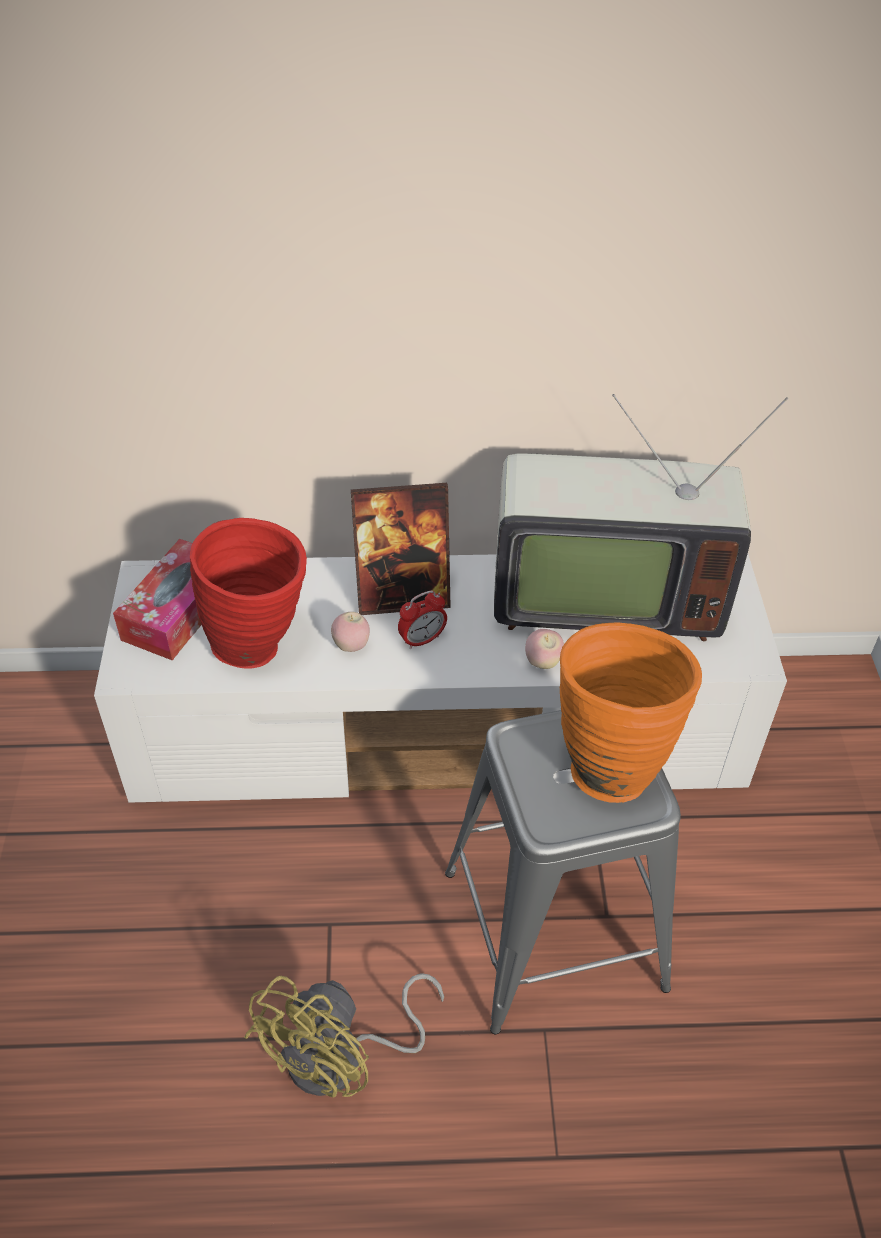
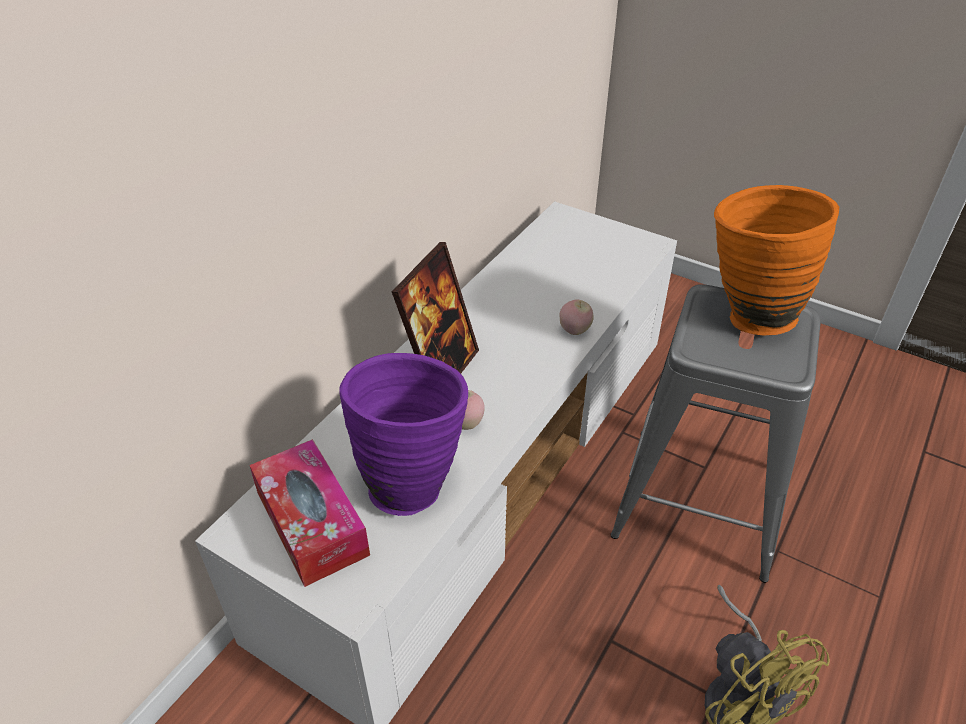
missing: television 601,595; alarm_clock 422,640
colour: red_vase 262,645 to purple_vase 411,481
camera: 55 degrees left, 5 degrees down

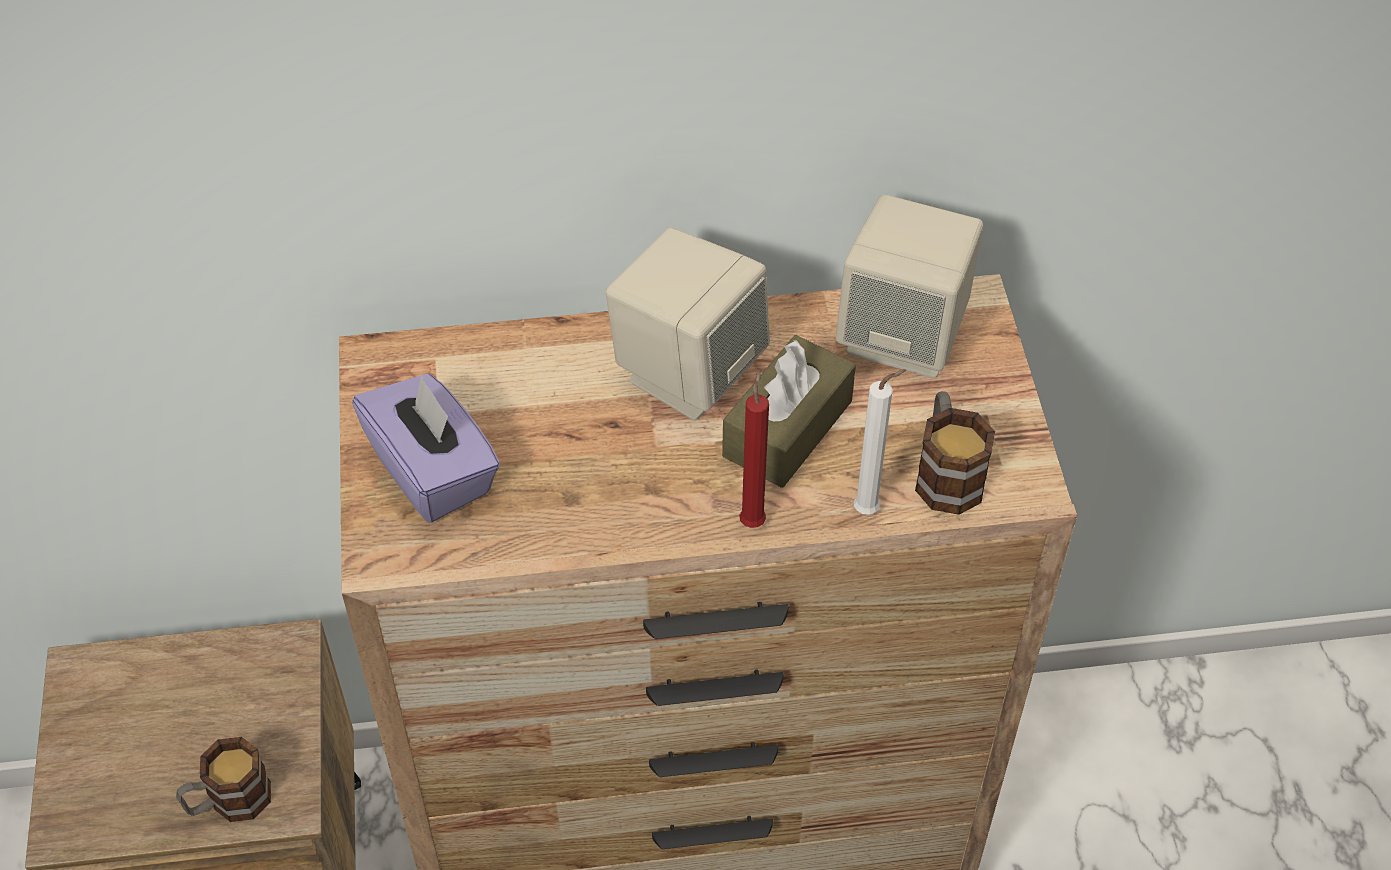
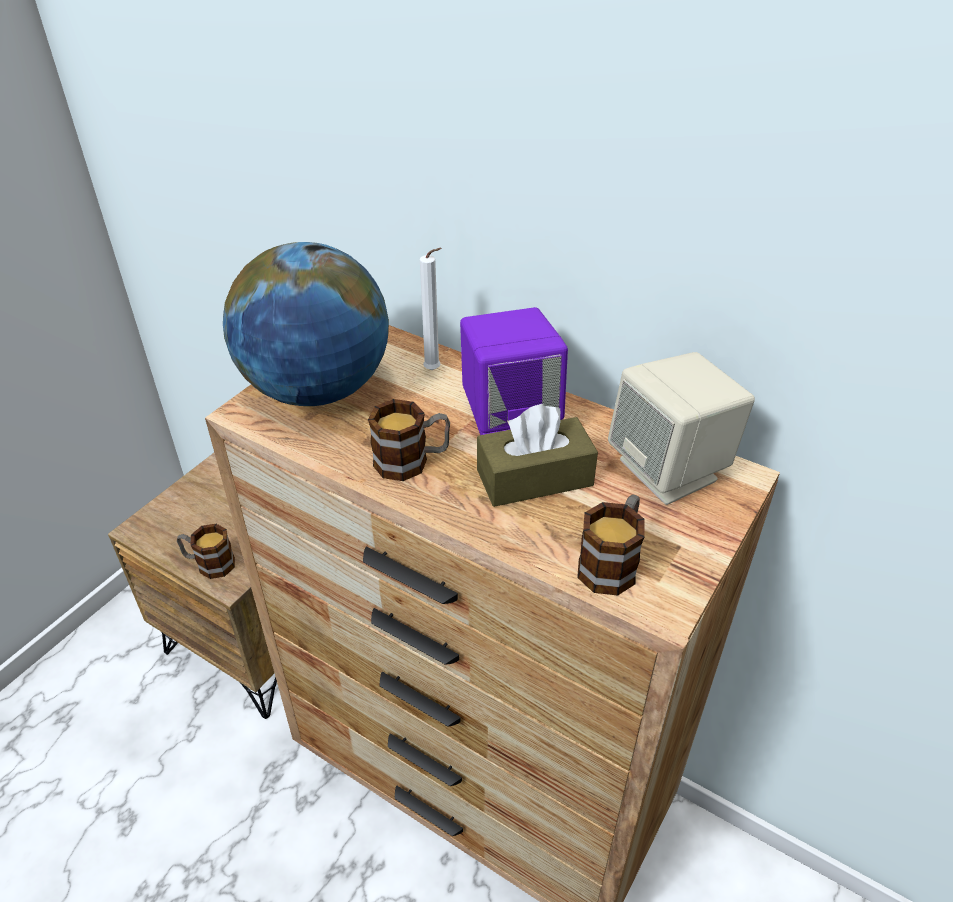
missing: red_candle 753,520
appeared: mug 412,461
relocated: white_candle 870,510 to 434,371
exchanged: purple_tissue_box 433,471 to globe 317,389
colour: beige_speaker 688,371 to purple_speaker 510,417
camera: 40 degrees right, 10 degrees down

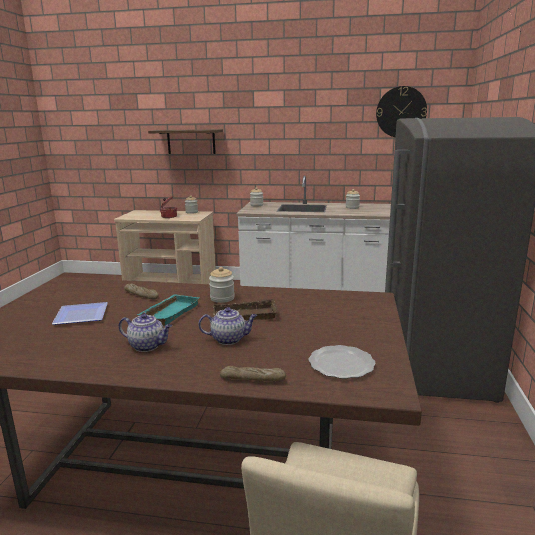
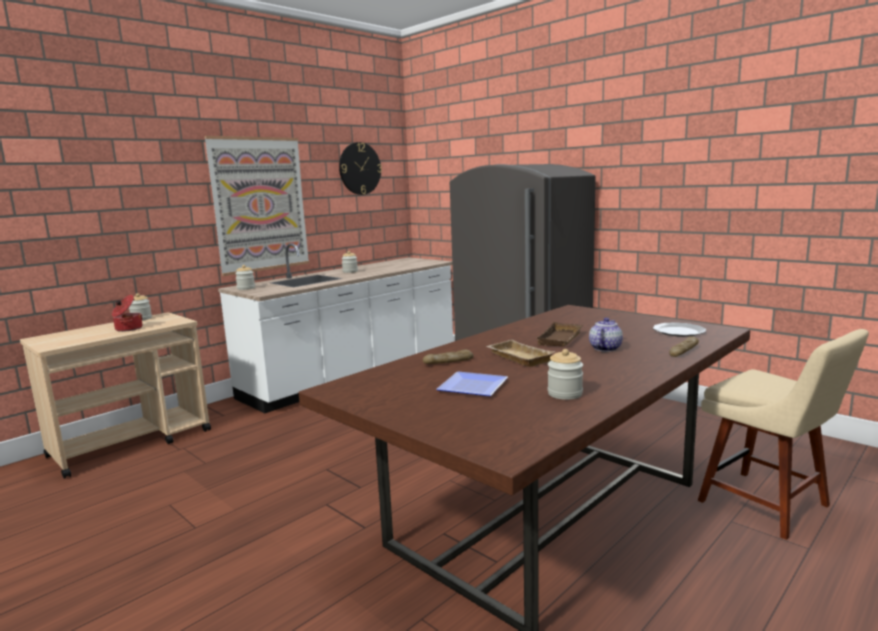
missing: shelf 191,141; teapot 148,346
appeared: picture 260,204
relocated: jar 222,298 to 565,394
colour: turquoise_tray 169,313 to beige_tray 517,358
camera: 55 degrees left, 5 degrees down

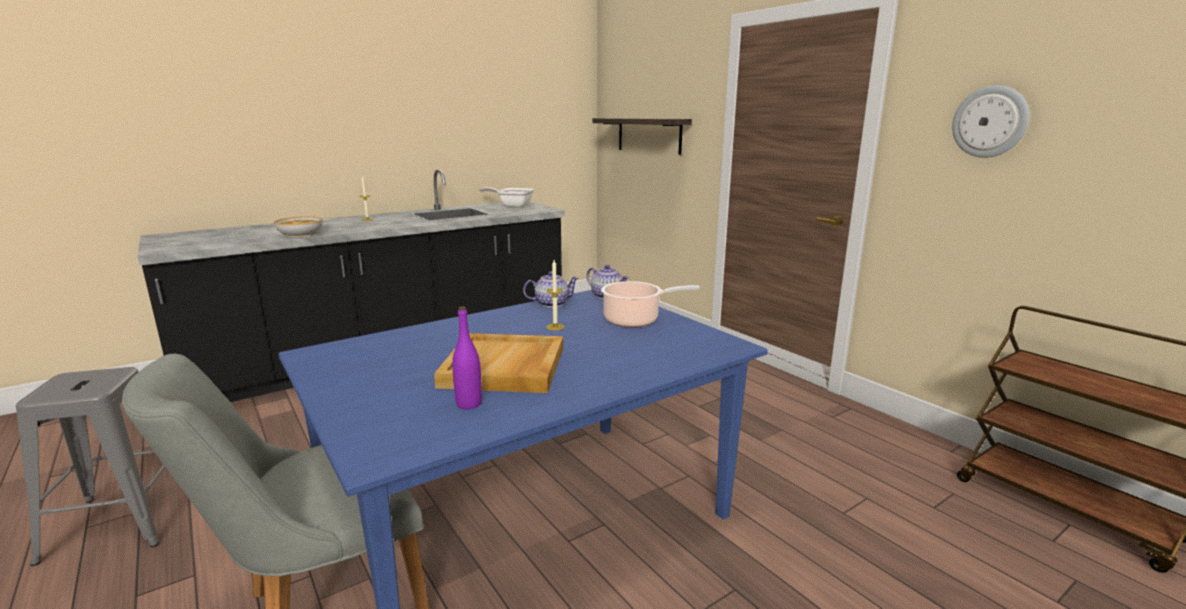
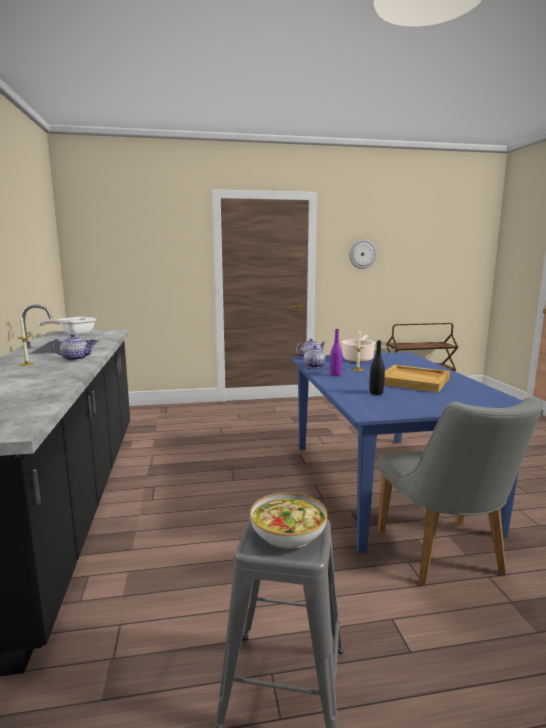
missing: shelf 649,135
appeared: teapot 75,358; black_bottle 376,393
relocated: bowl 300,234 to 287,533; purple_bottle 469,404 to 335,375
camera: 65 degrees left, 5 degrees down

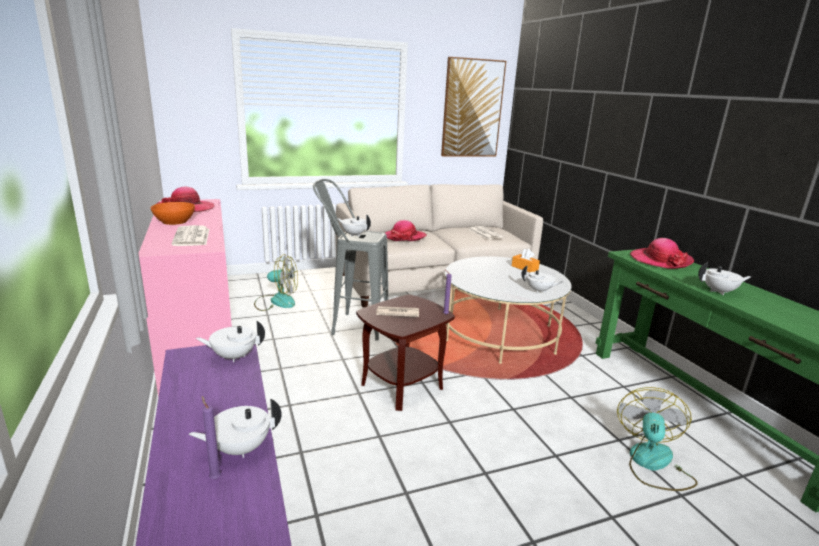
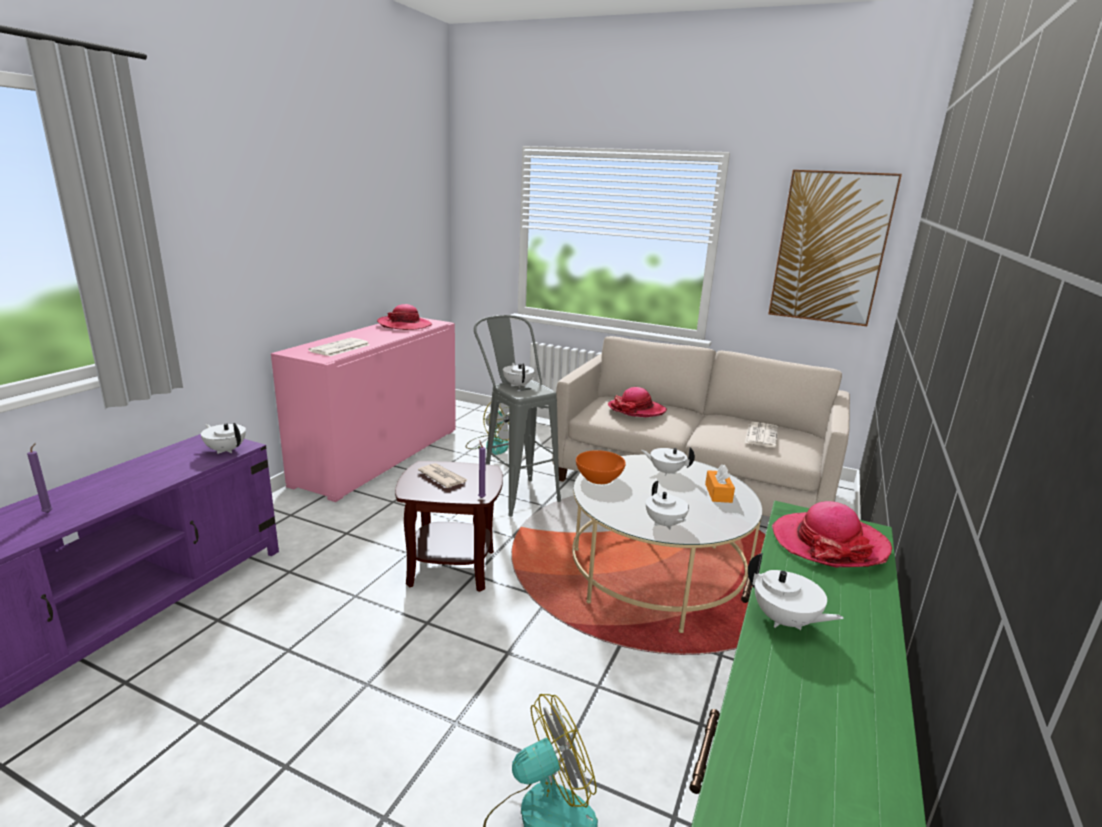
relocated: orange_bowl 174,221 to 599,478; white_teapot 240,448 to 666,472
camera: 45 degrees right, 0 degrees up

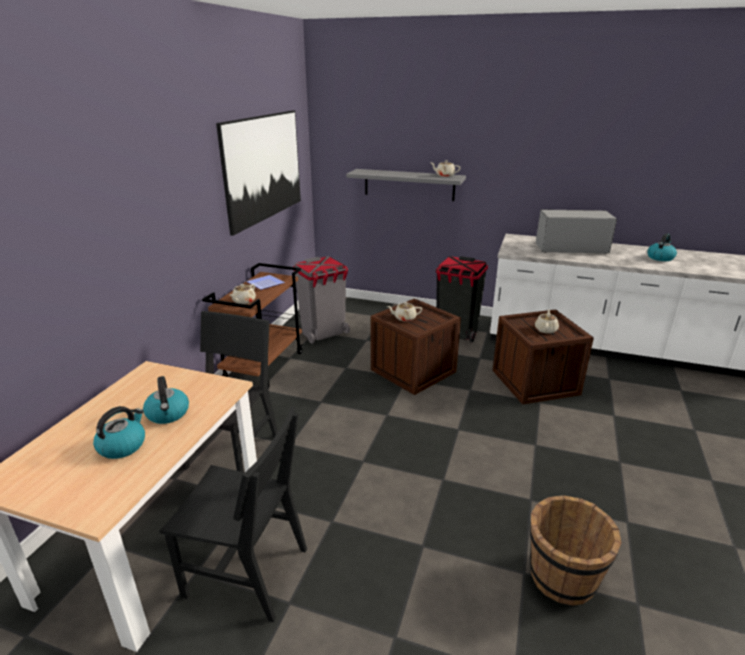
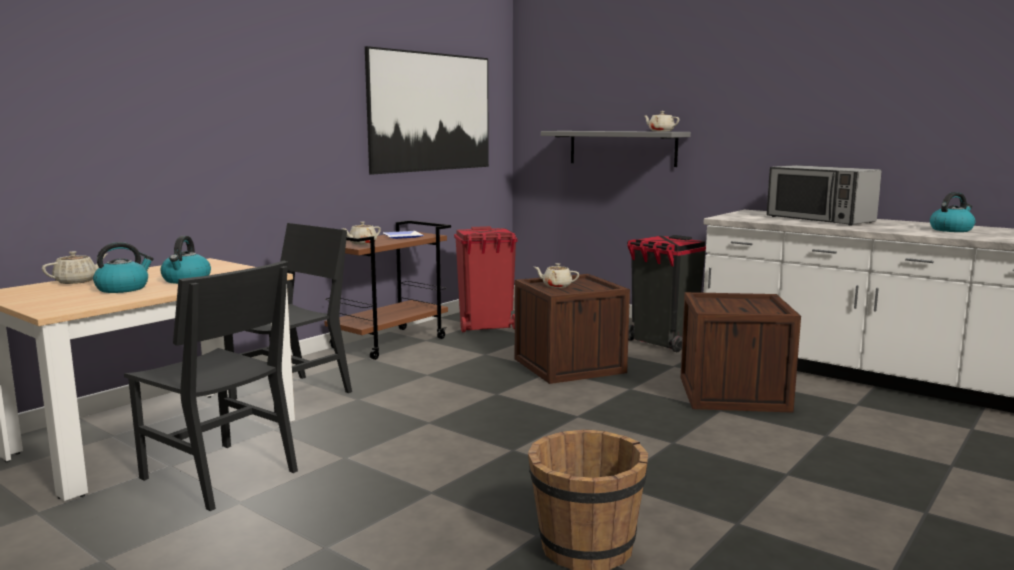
relocated: beige_teapot 546,329 to 77,281
colour: grey_trash_can 324,333 to red_trash_can 486,327
spun: microwave 570,248 = 819,219 150 degrees counterclockwise
camera: 20 degrees right, 15 degrees down

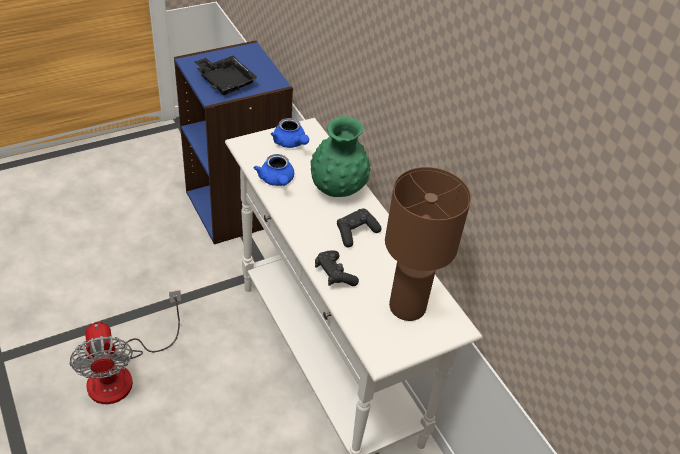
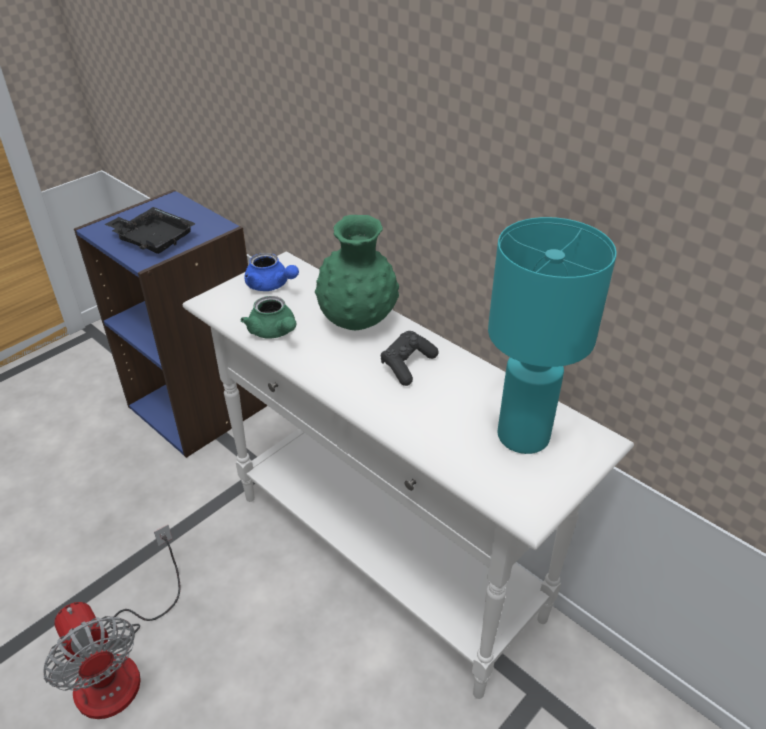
missing: black_game_controller 334,275
colour: blue_teapot 277,181 to green_teapot 274,332; brown_table_lamp 406,307 to turquoise_table_lamp 521,436
camera: 15 degrees left, 5 degrees down

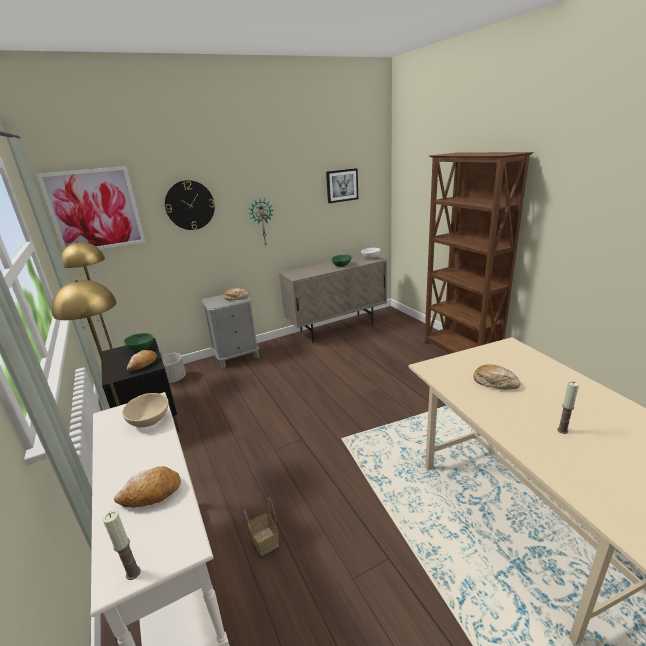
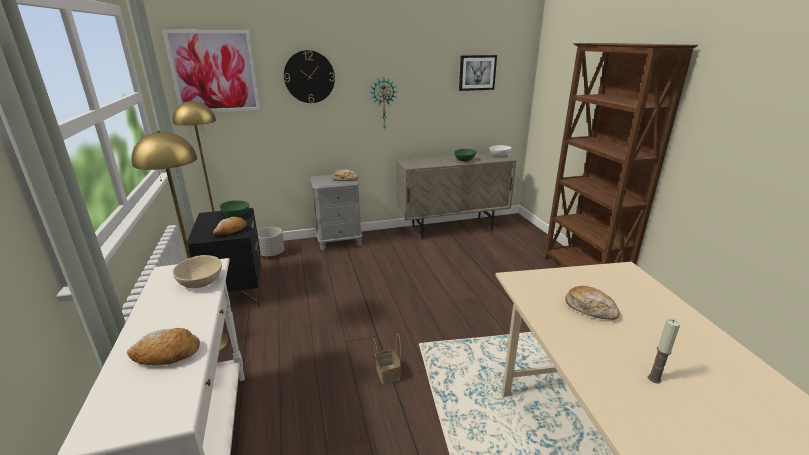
missing: candle 133,573
relocated: basket 264,540 to 387,373
camera: 10 degrees right, 0 degrees up

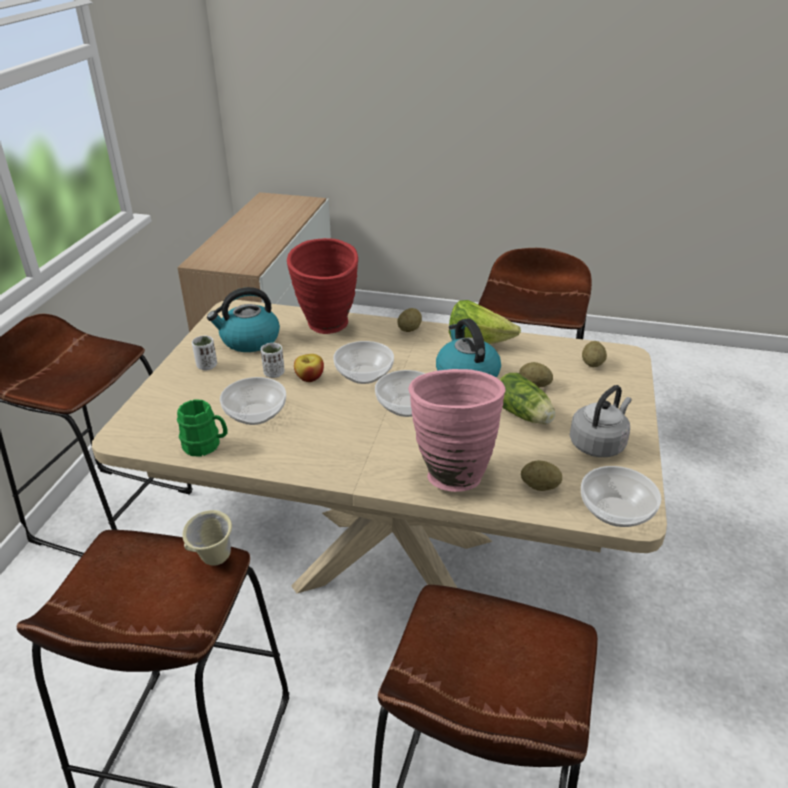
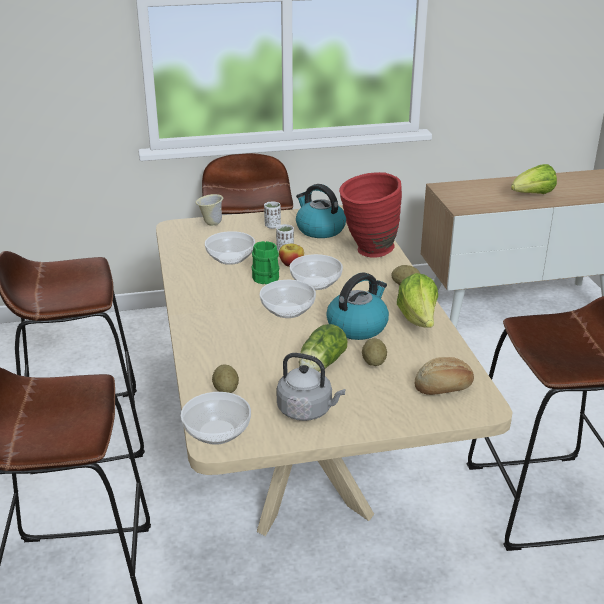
missing: pink_vase 450,471
appeared: lettuce 532,195
relocated: green_mug 206,446 to 266,280; beige_mug 213,561 to 210,224
exchanged: potato 592,364 to bread 444,388
camera: 65 degrees right, 5 degrees down

